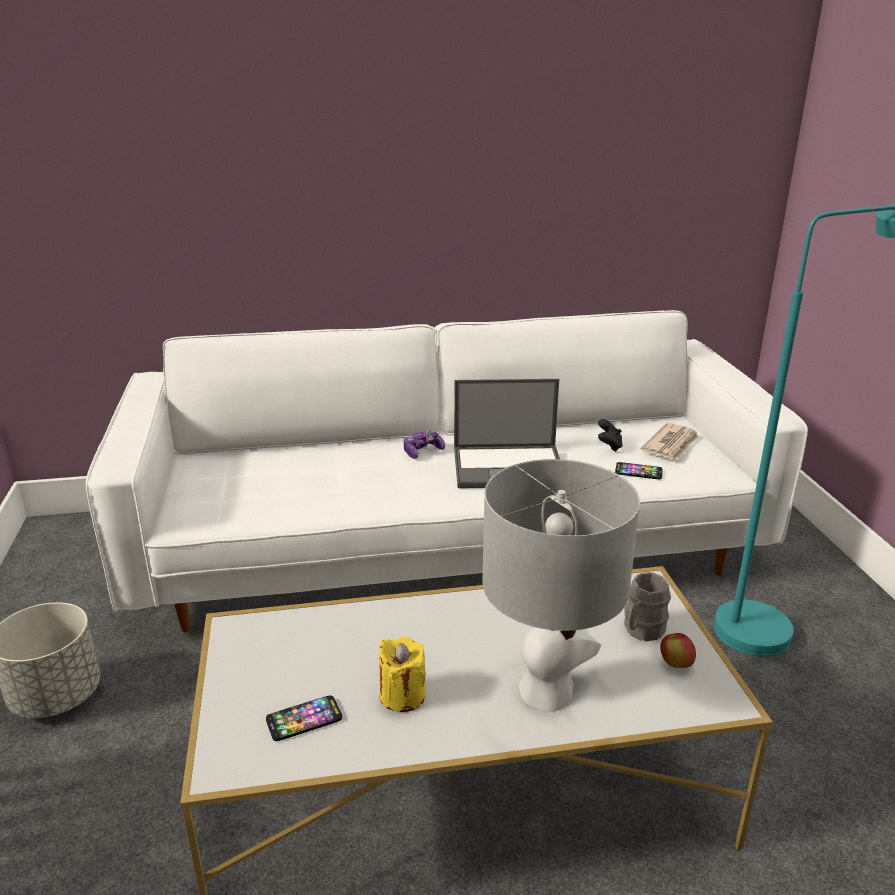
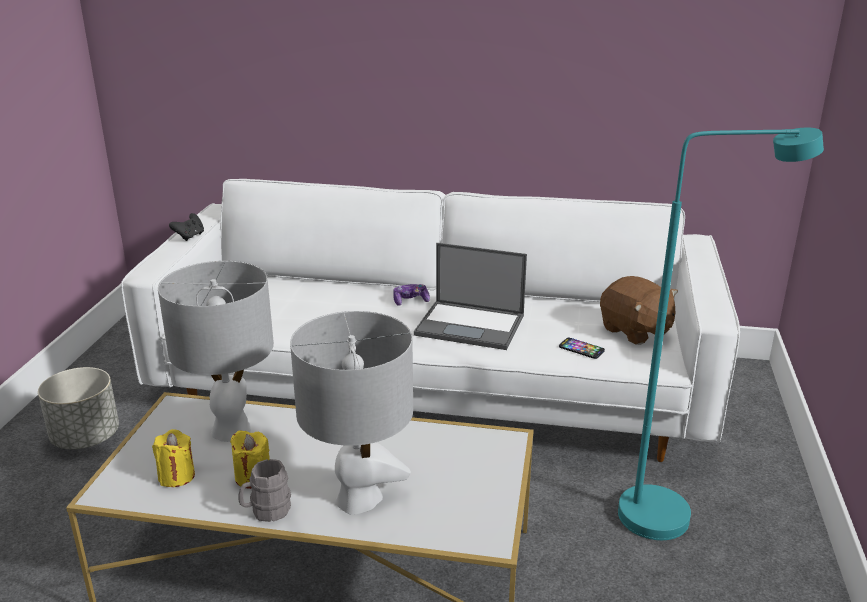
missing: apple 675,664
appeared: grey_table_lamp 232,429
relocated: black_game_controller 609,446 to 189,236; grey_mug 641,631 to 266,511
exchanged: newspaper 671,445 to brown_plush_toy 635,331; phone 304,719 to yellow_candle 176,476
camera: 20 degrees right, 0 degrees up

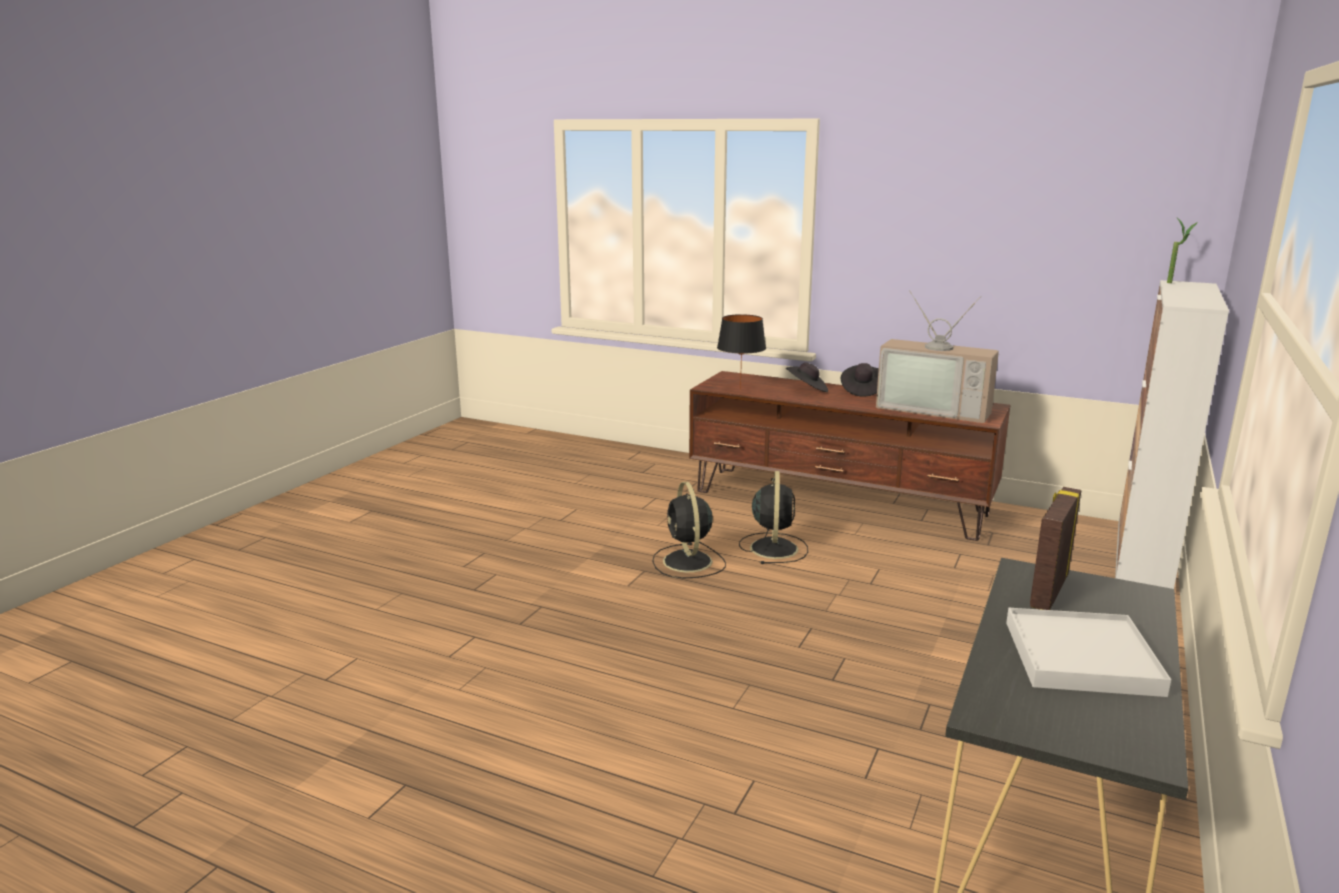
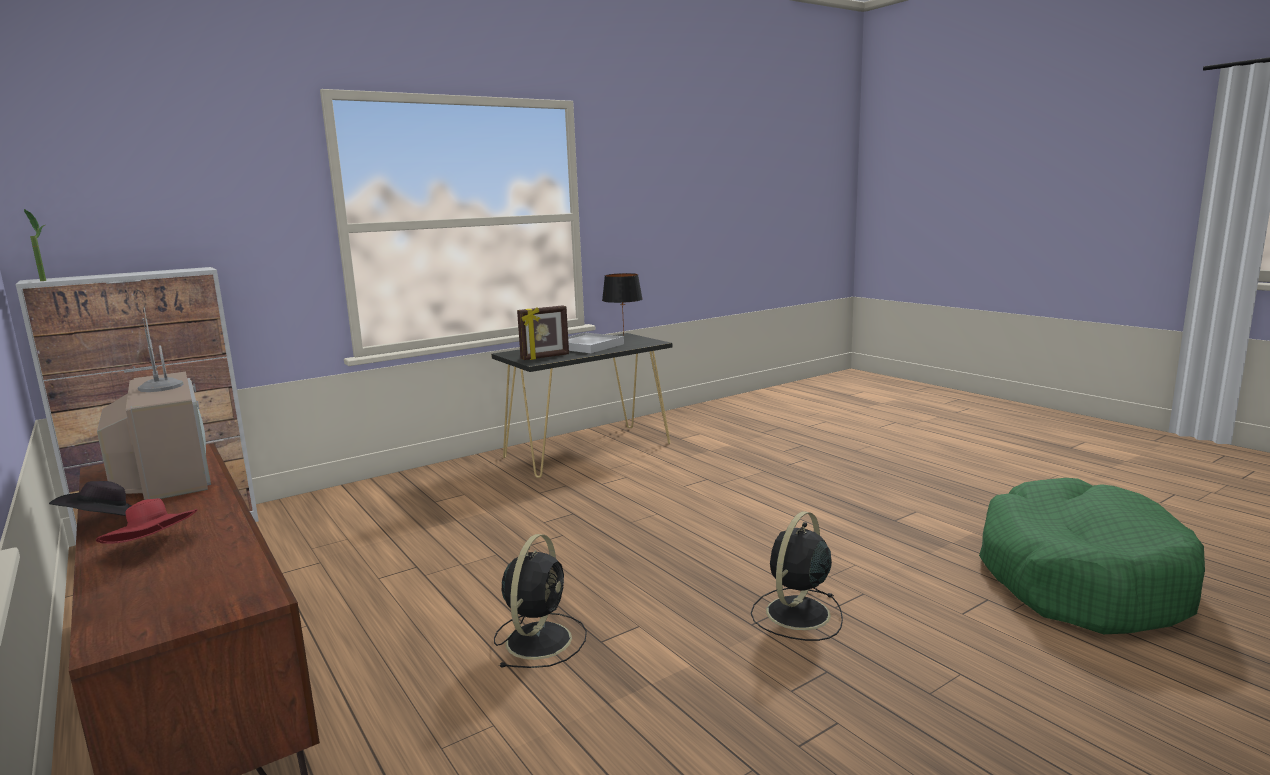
appeared: green_dog_bed 1080,579
relocated: black_table_lamp 740,390 to 623,336; black_fan 774,547 to 796,614
colour: black_hat 807,389 to red_hat 154,548
camera: 150 degrees left, 5 degrees down

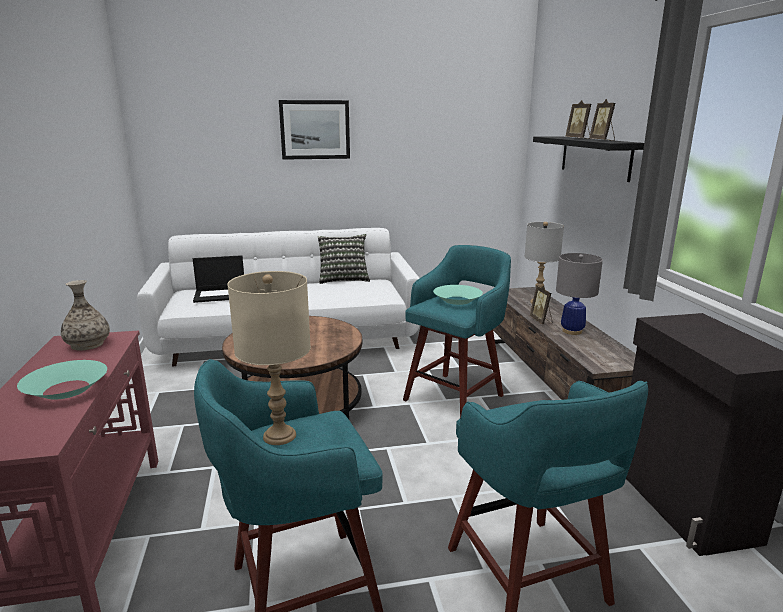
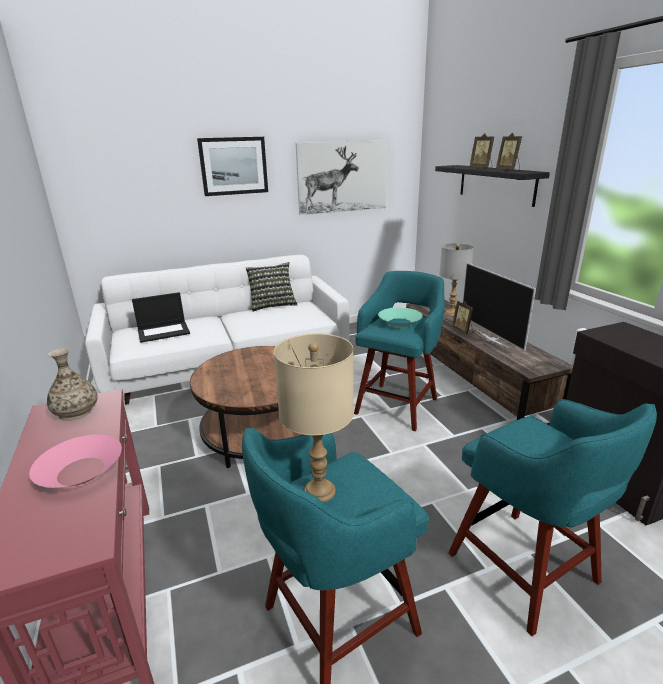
appeared: picture 343,177
exchanged: grey_table_lamp 572,331 to television 492,339
colour: turquoise_bowl 66,389 to pink_bowl 81,471
camera: 10 degrees left, 5 degrees up

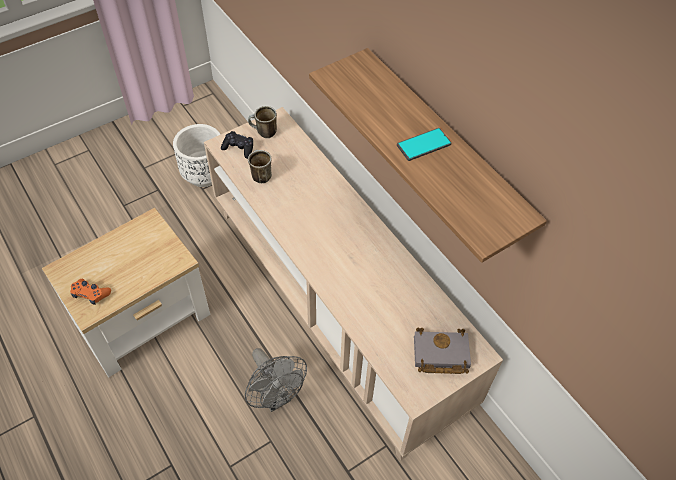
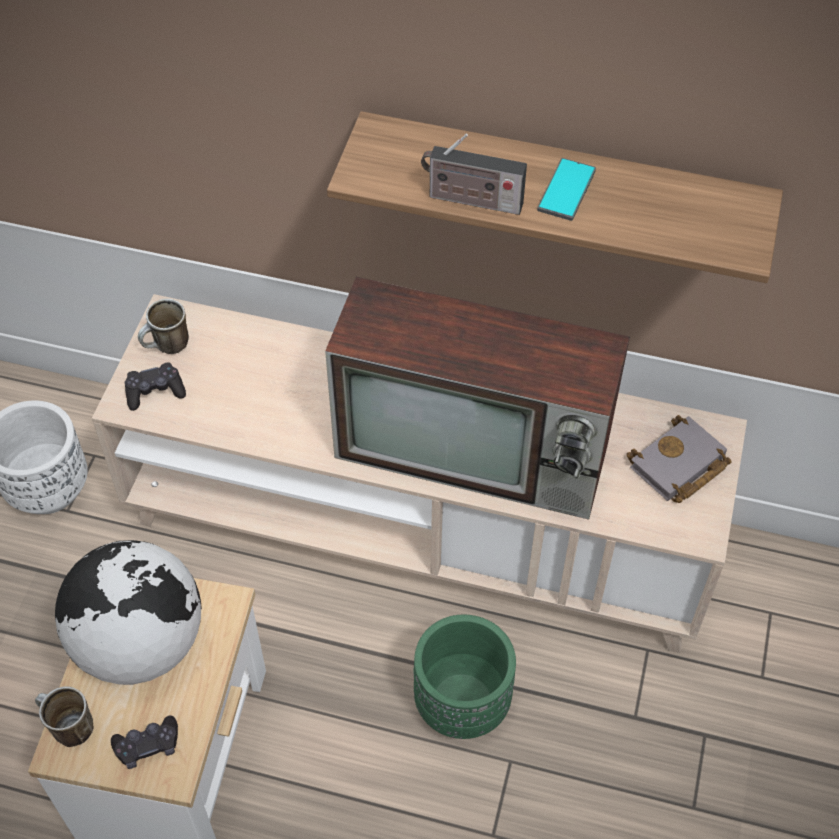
appeared: radio 471,200; television 477,451; globe 140,643
relocated: mug 259,175 to 67,728
exchanged: grey_fan 276,397 to green_planter 461,703
colour: orange_game_controller 91,294 to black_game_controller 148,746
camera: 40 degrees left, 0 degrees up

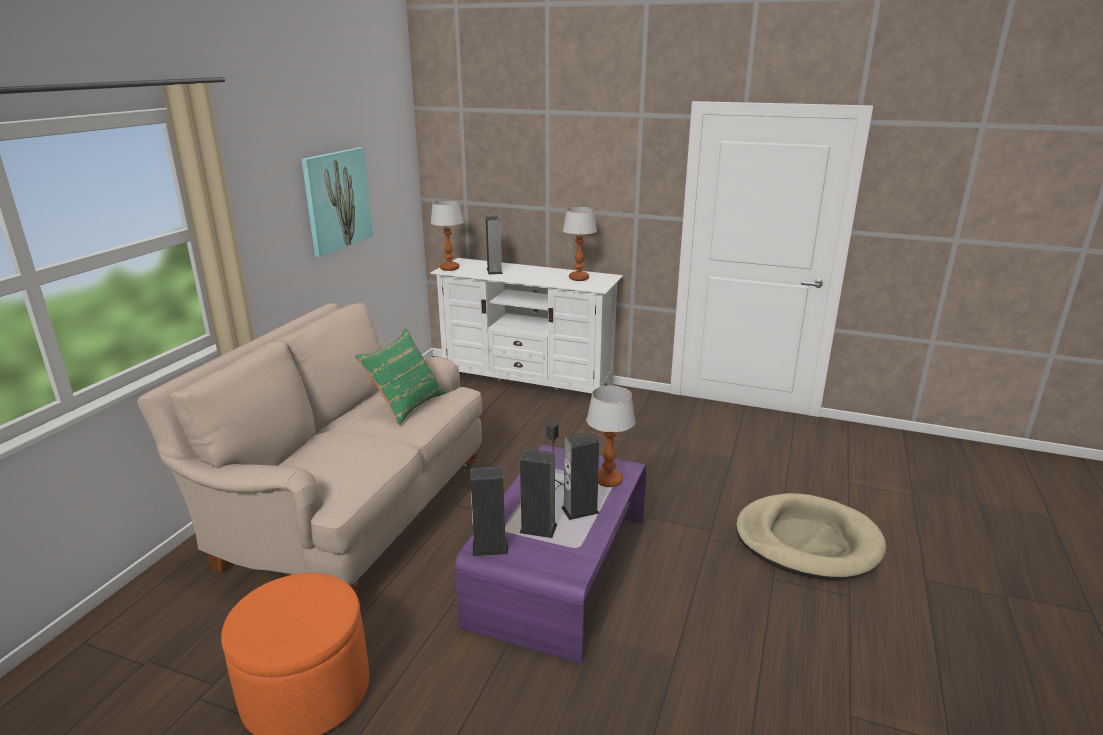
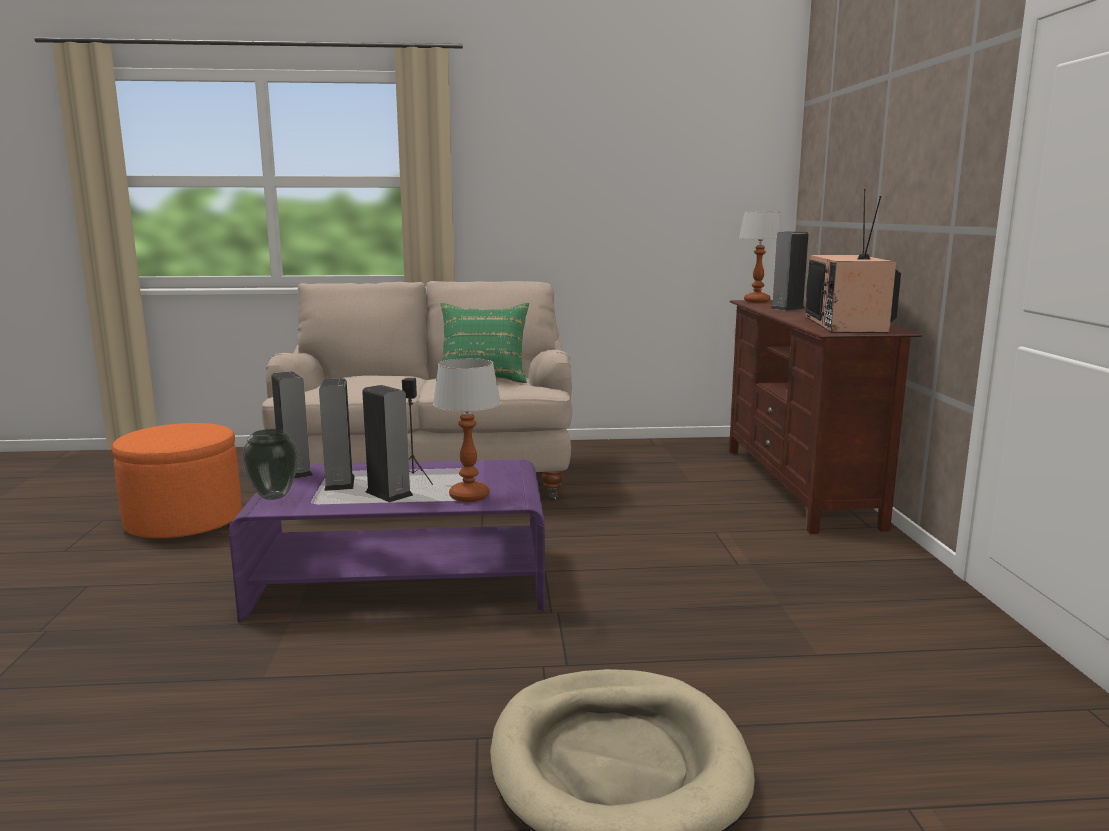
missing: picture 337,200
appeared: vase 274,496
exchanged: table_lamp 579,278 to television 847,325
colour: white_tv_stand 528,384 to brown_tv_stand 799,486
camera: 65 degrees right, 10 degrees down

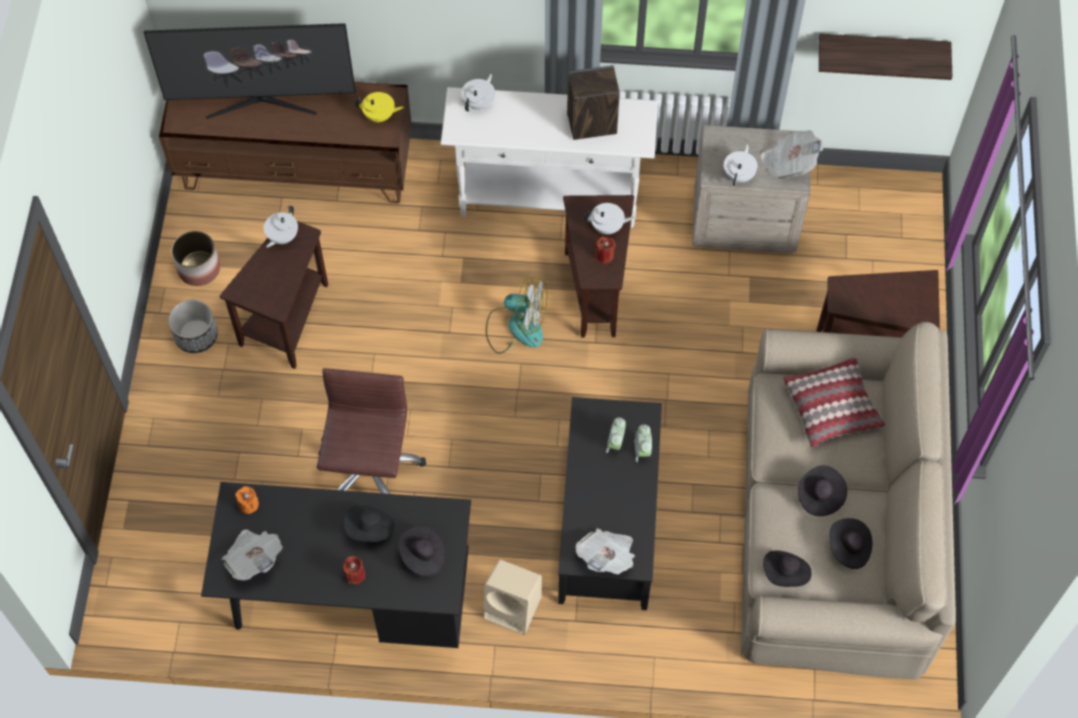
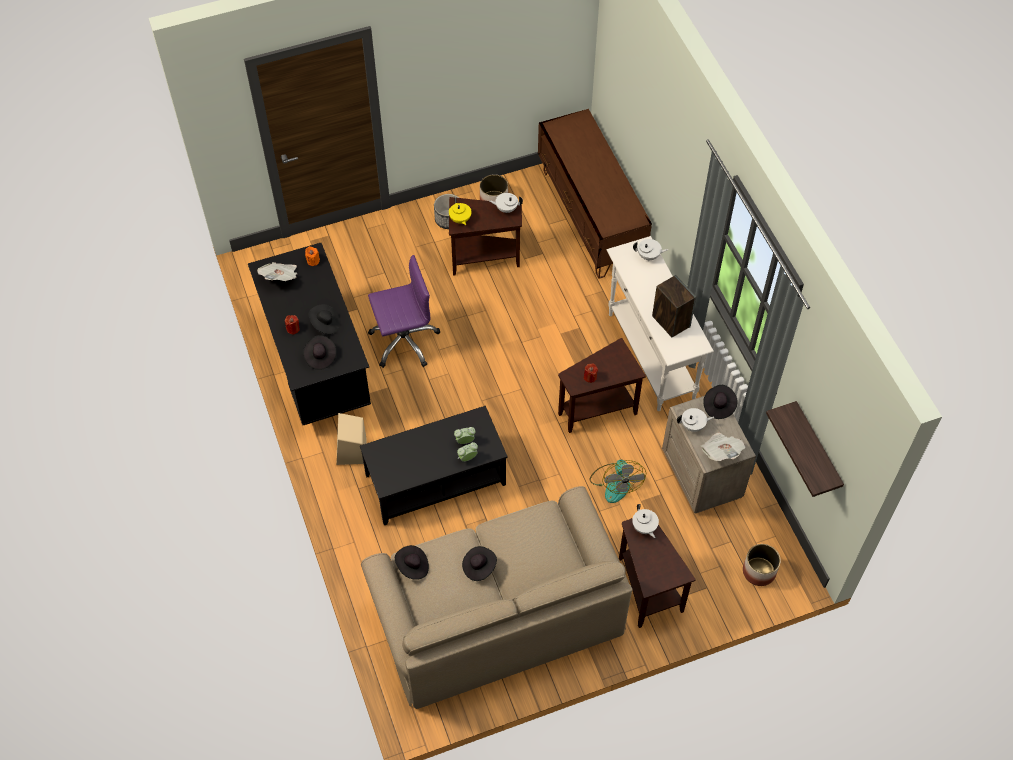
missing: television 261,101; pillow 831,407; newspaper 607,556
appeared: planter 759,571
relocated: yellow_teapot 379,116 to 460,220; white_teapot 607,227 to 644,527; fan 516,326 to 615,483; black_hat 848,548 to 718,406
colour: brown_office_chair 369,472 to purple_office_chair 404,341
camera: 65 degrees right, 5 degrees down

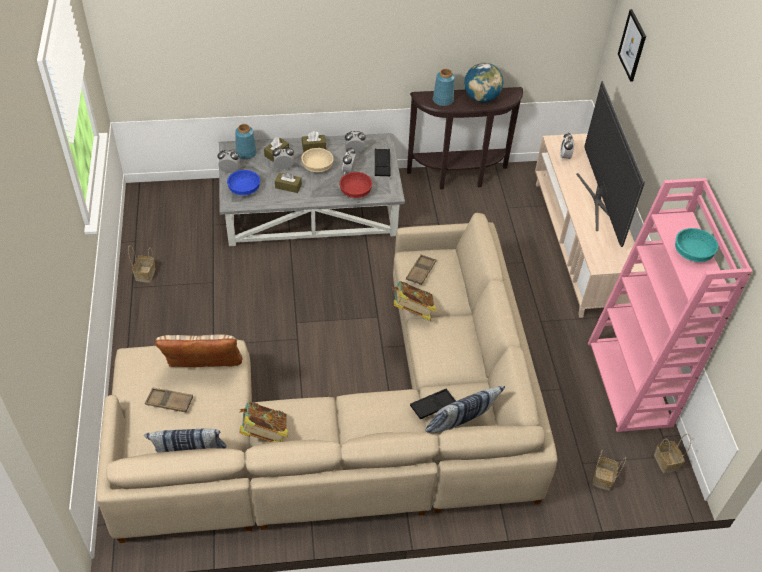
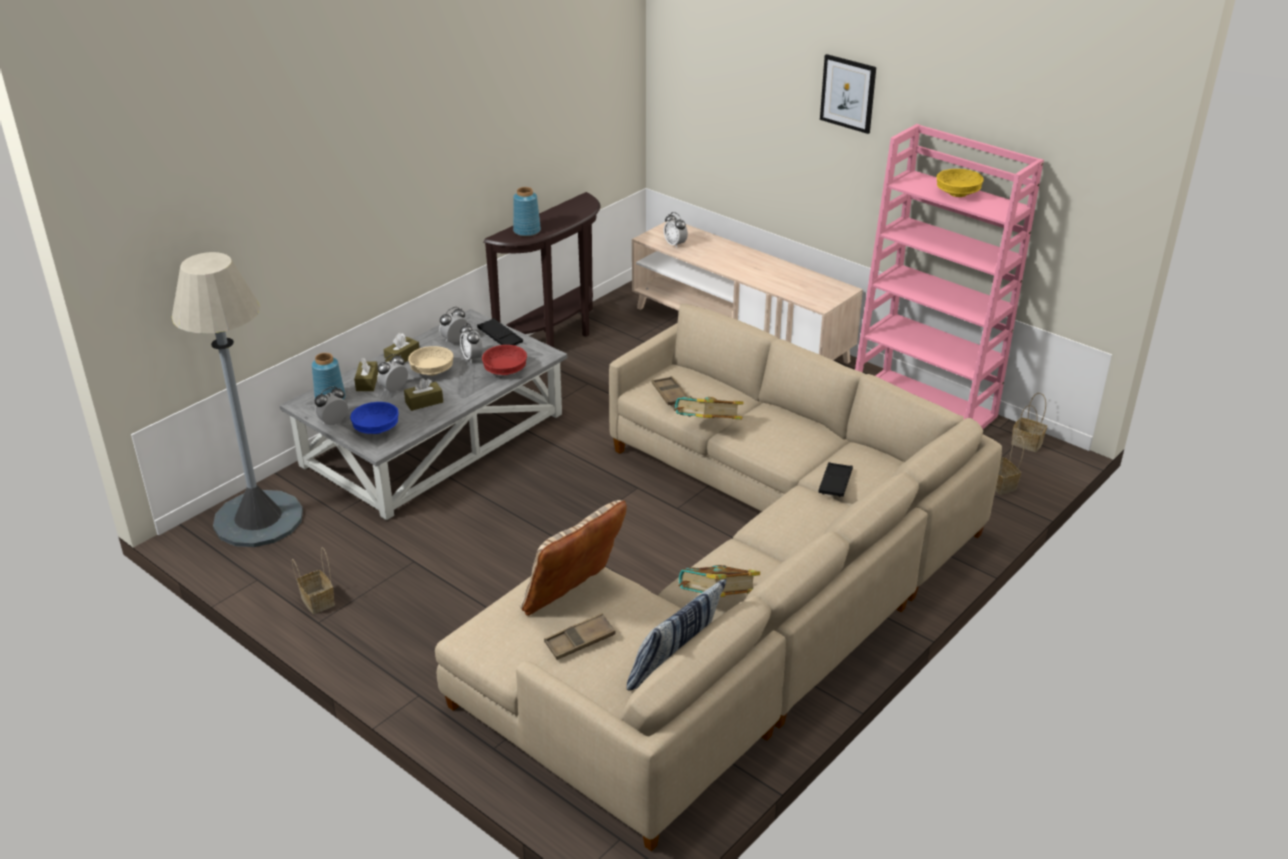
missing: globe 481,98; television 599,201; pillow 460,426
appeared: grey_floor_lamp 258,519
relocated: picture 632,45 to 848,93
colour: turquoise_bowl 693,253 to yellow_bowl 958,193
camera: 40 degrees left, 15 degrees down

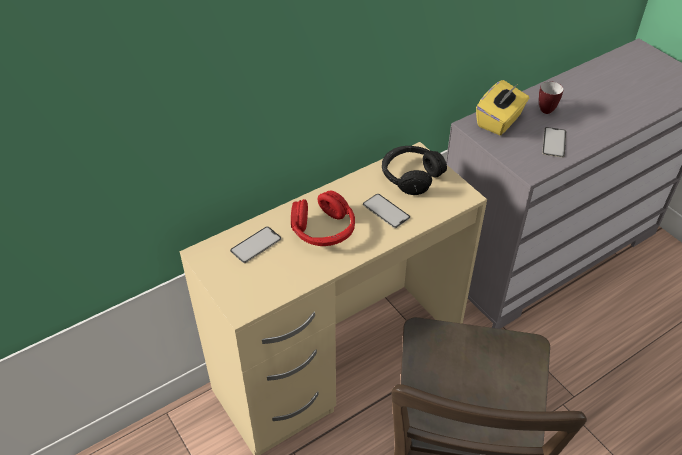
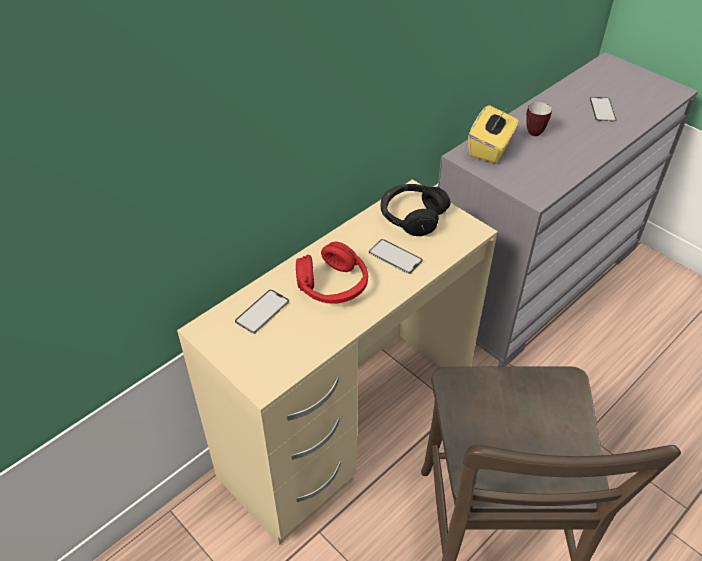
relocated: phone 554,142 to 602,109
camera: 10 degrees left, 0 degrees up

